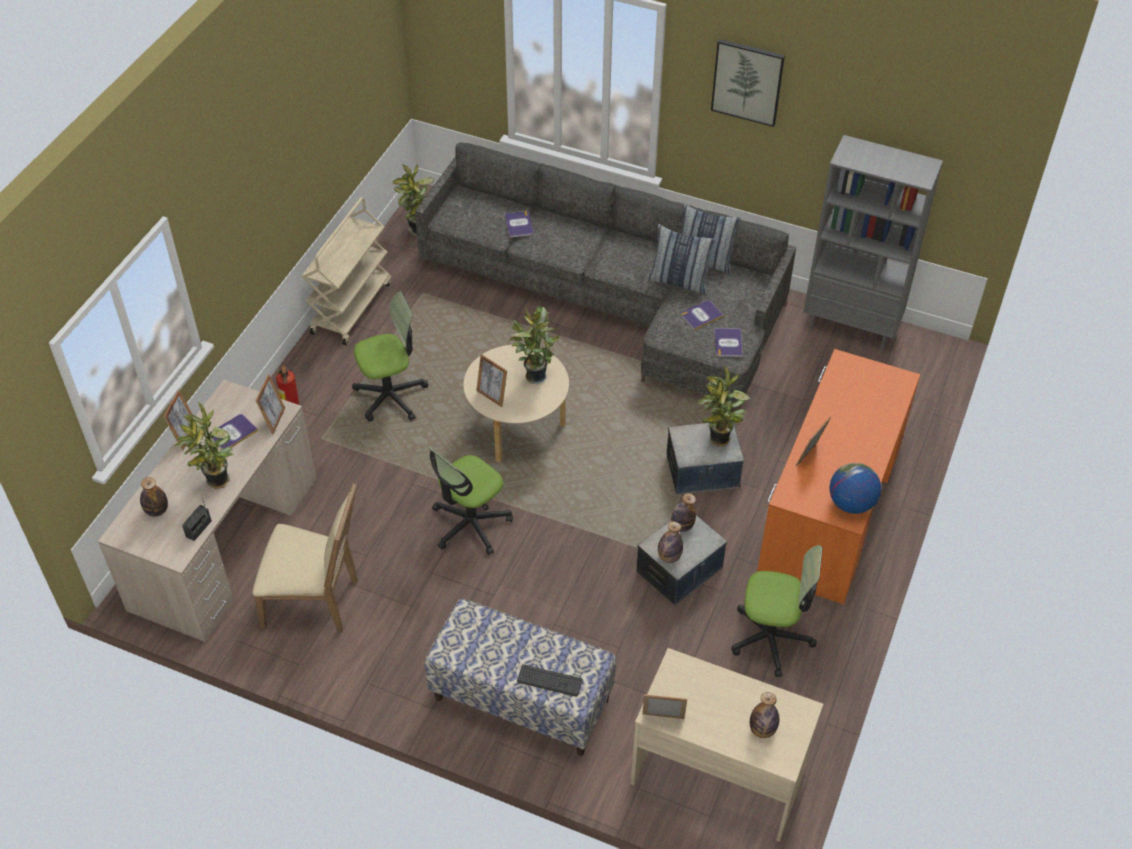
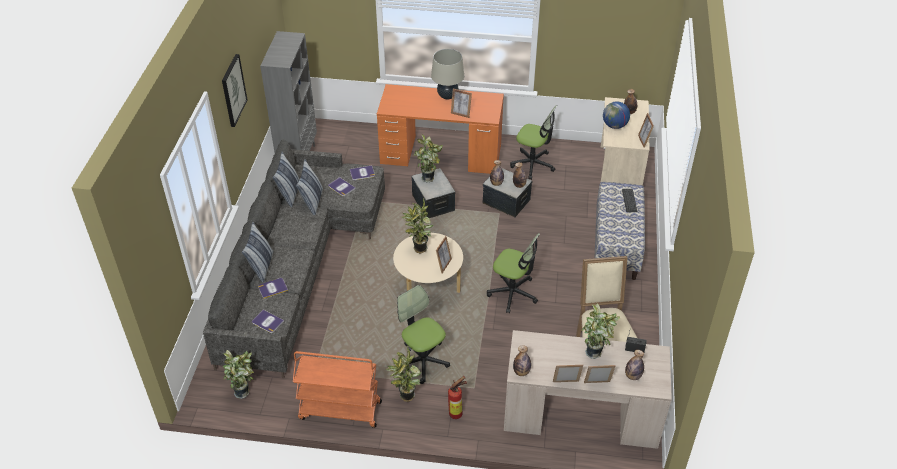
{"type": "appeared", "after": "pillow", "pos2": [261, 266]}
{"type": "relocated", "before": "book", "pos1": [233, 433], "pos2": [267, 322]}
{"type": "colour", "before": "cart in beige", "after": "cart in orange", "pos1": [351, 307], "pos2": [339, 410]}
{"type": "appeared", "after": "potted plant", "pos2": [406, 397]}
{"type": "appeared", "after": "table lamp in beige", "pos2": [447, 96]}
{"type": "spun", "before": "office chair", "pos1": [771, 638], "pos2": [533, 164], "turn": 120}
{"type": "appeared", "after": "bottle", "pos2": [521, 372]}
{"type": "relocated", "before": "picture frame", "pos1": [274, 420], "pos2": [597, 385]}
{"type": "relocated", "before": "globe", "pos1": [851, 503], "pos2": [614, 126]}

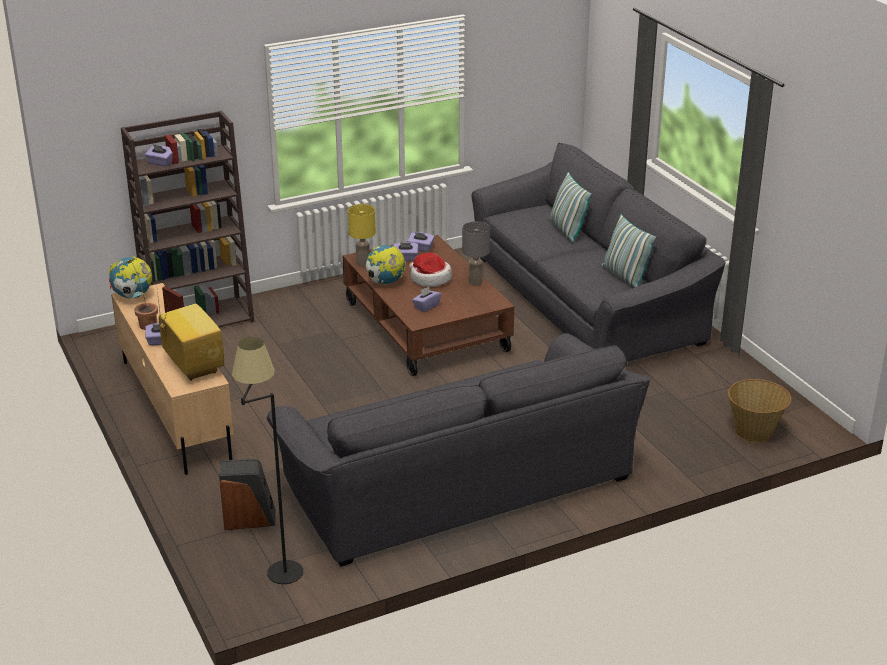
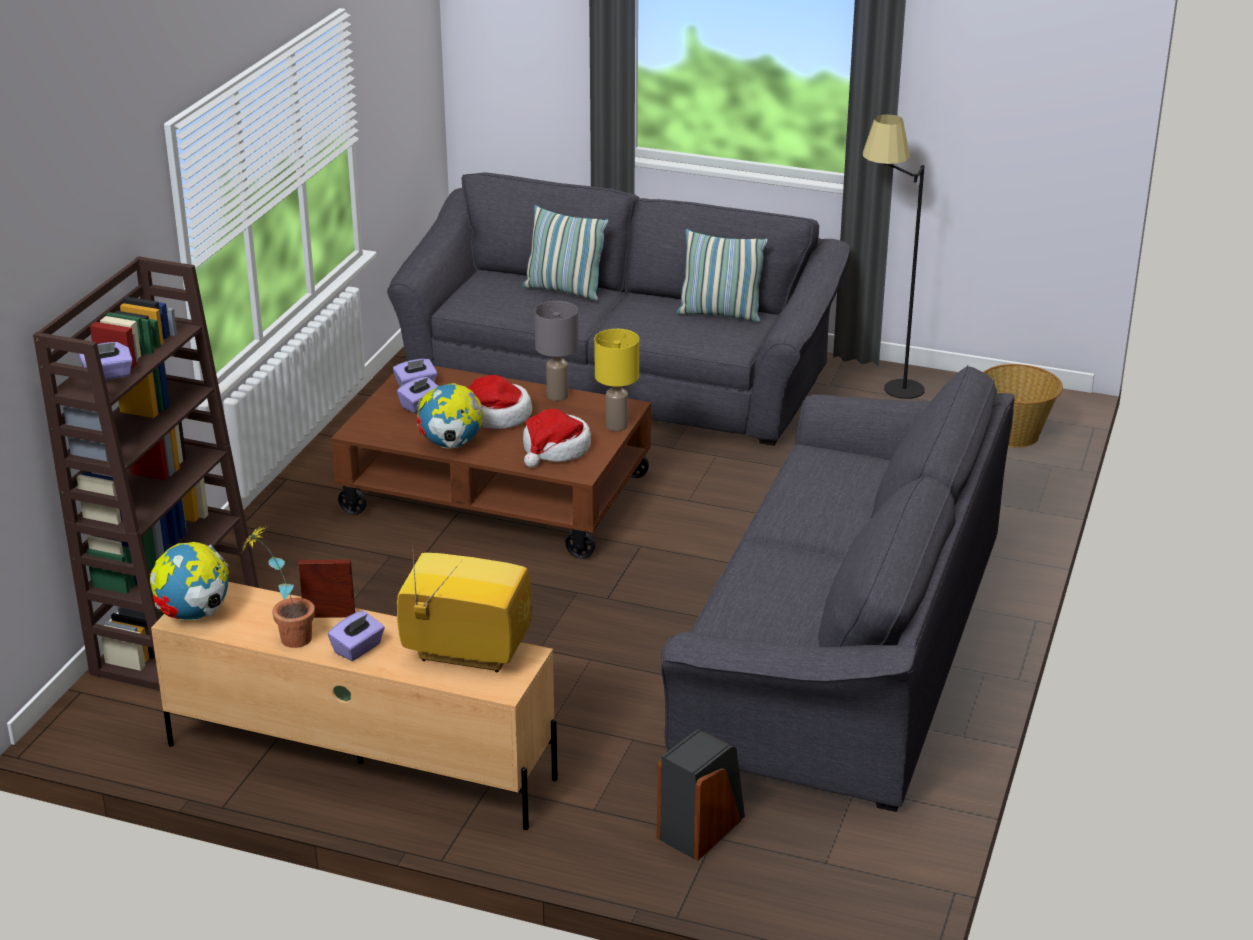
{"type": "exchanged", "before": "tissue box in purple", "after": "hat", "pos1": [426, 306], "pos2": [555, 449]}
{"type": "relocated", "before": "table lamp in yellow", "pos1": [363, 264], "pos2": [617, 426]}
{"type": "relocated", "before": "floor lamp in black", "pos1": [274, 564], "pos2": [885, 389]}

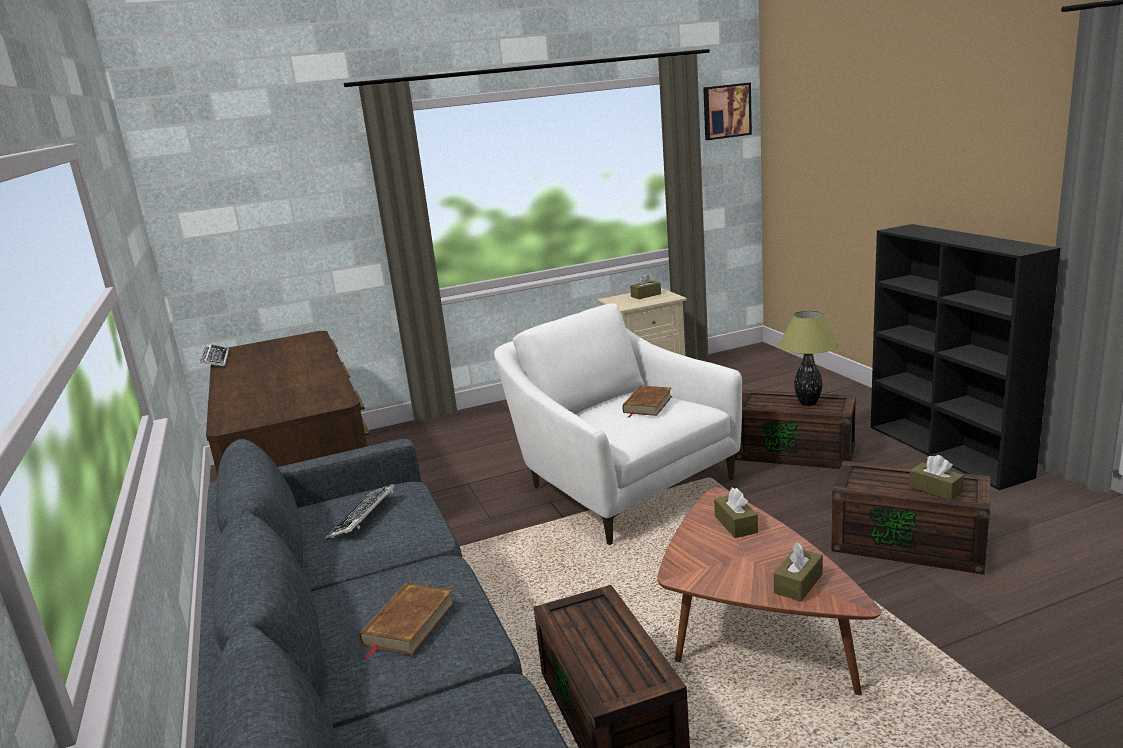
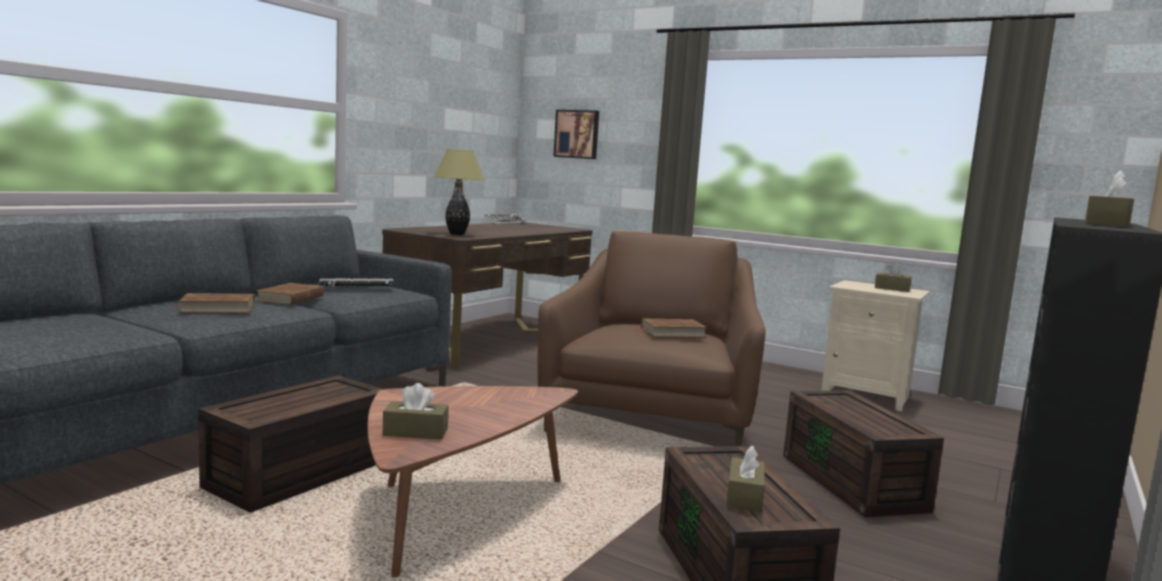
{"type": "appeared", "after": "book in brown", "pos2": [291, 298]}
{"type": "relocated", "before": "table lamp", "pos1": [808, 403], "pos2": [456, 234]}
{"type": "colour", "before": "armchair in white", "after": "armchair in brown", "pos1": [619, 485], "pos2": [652, 418]}
{"type": "relocated", "before": "picture", "pos1": [726, 111], "pos2": [577, 134]}
{"type": "relocated", "before": "tissue box in brown", "pos1": [735, 524], "pos2": [1107, 224]}

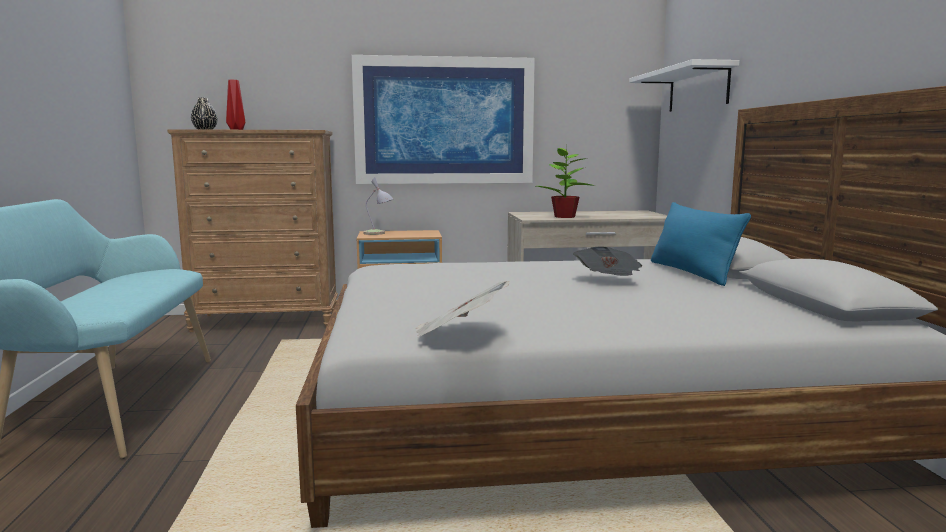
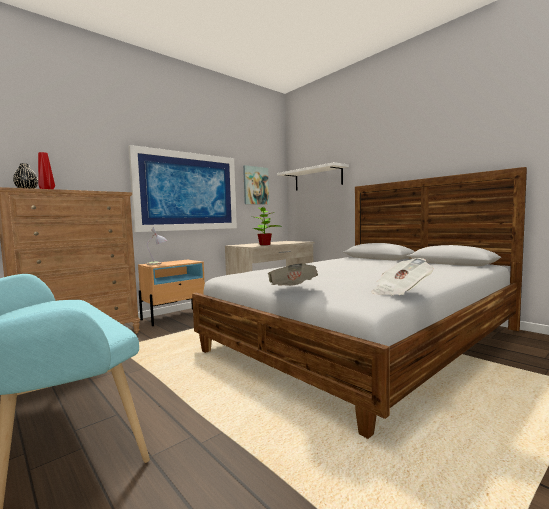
{"type": "appeared", "after": "picture", "pos2": [255, 185]}
{"type": "relocated", "before": "newspaper", "pos1": [608, 281], "pos2": [293, 290]}
{"type": "missing", "before": "pillow in blue", "pos1": [691, 272]}

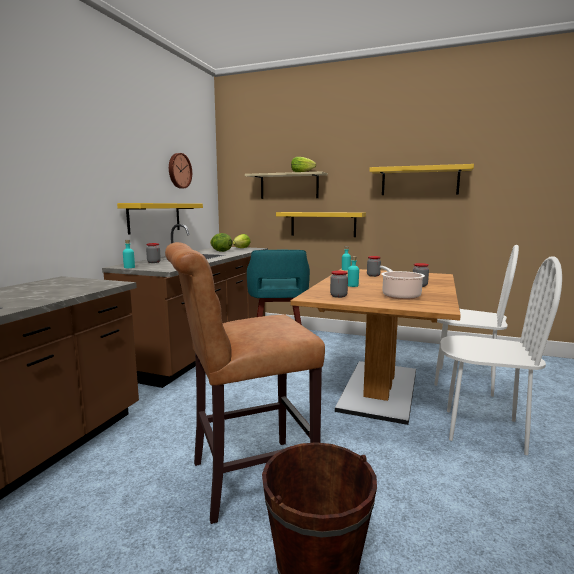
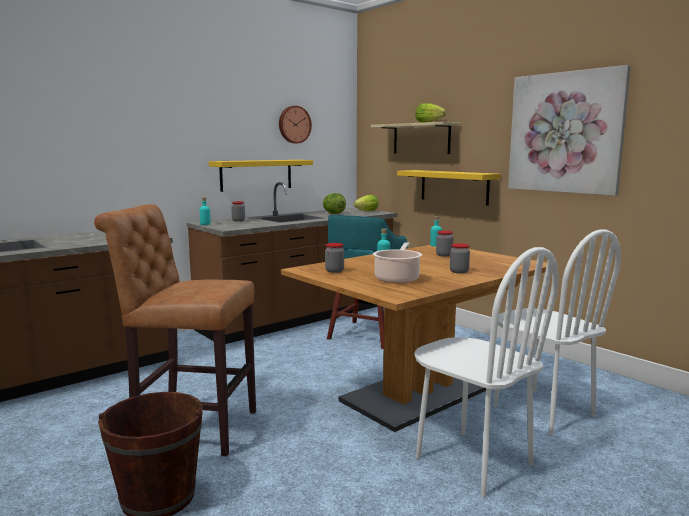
{"type": "exchanged", "before": "shelf in yellow", "after": "picture", "pos1": [419, 181], "pos2": [565, 133]}

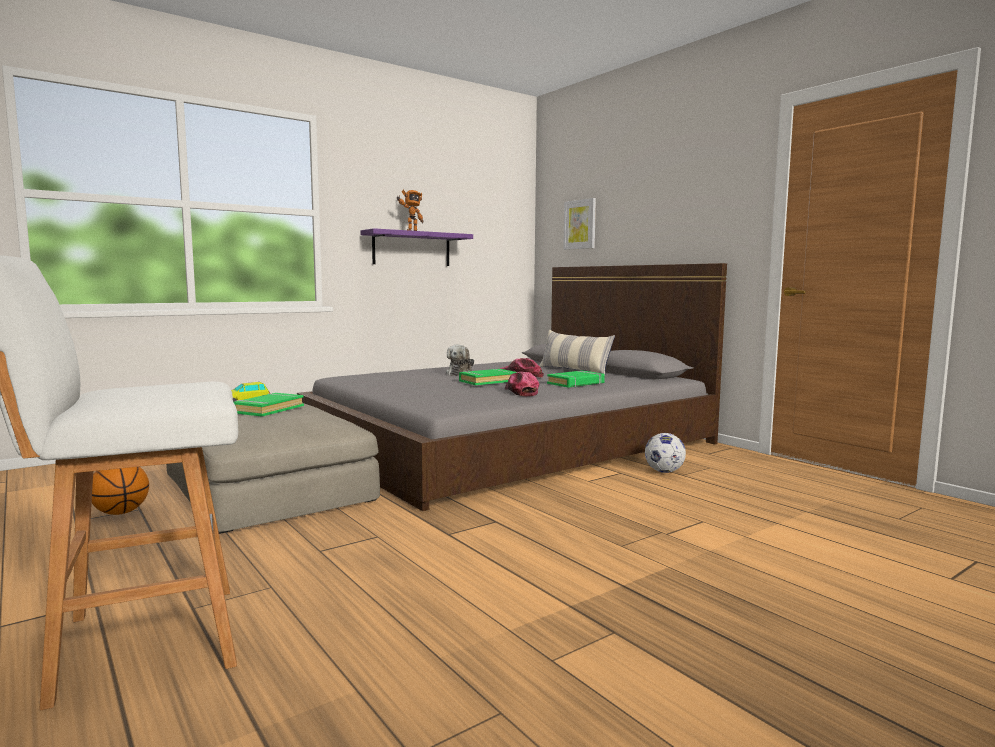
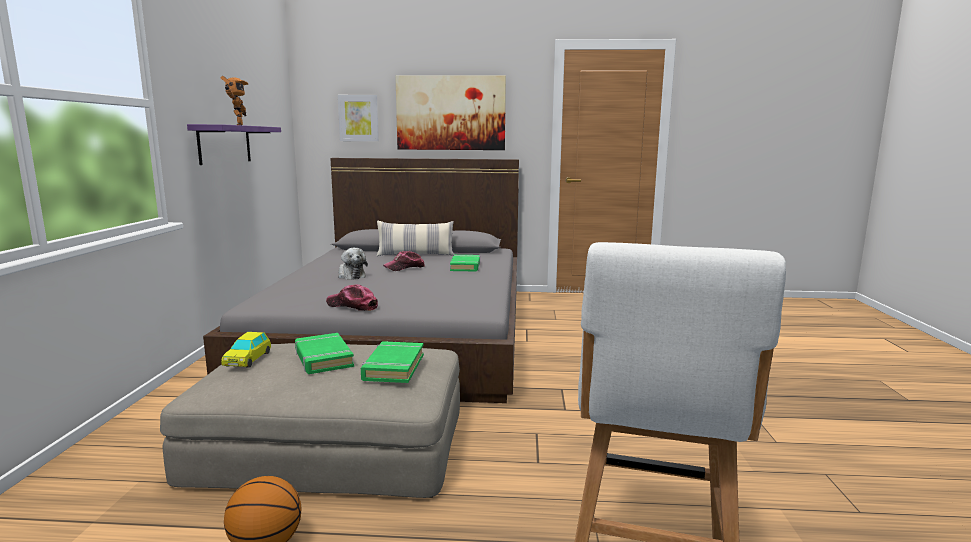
{"type": "relocated", "before": "cap", "pos1": [520, 391], "pos2": [352, 305]}
{"type": "relocated", "before": "book in green", "pos1": [487, 381], "pos2": [393, 367]}
{"type": "appeared", "after": "picture", "pos2": [451, 113]}
{"type": "missing", "before": "football", "pos1": [664, 471]}

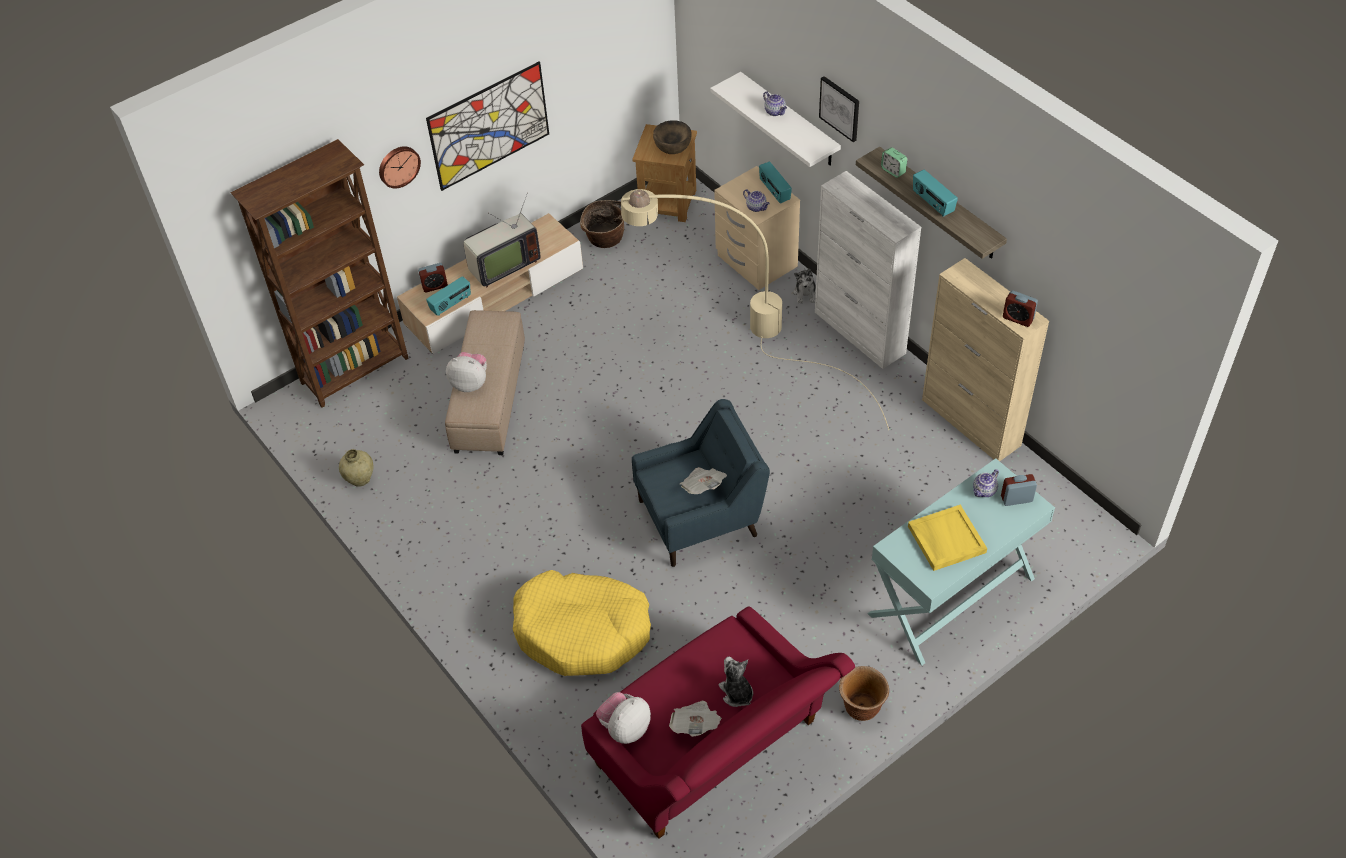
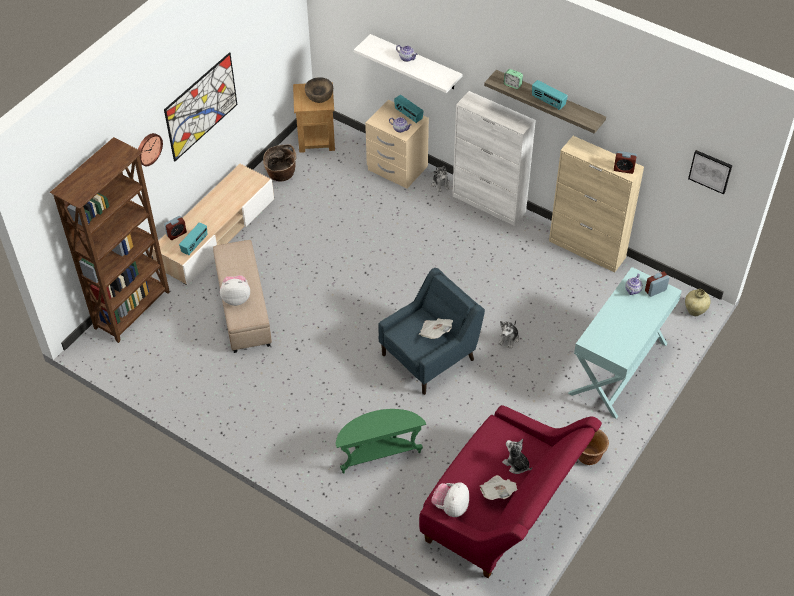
{"type": "exchanged", "before": "dog bed in yellow", "after": "side table in green", "pos1": [582, 631], "pos2": [379, 454]}
{"type": "appeared", "after": "plush toy", "pos2": [509, 339]}
{"type": "relocated", "before": "vase in beige", "pos1": [360, 479], "pos2": [694, 311]}
{"type": "relocated", "before": "picture", "pos1": [840, 108], "pos2": [710, 171]}
{"type": "missing", "before": "television", "pos1": [502, 266]}
{"type": "missing", "before": "floor lamp in beige", "pos1": [732, 345]}
{"type": "missing", "before": "tray in yellow", "pos1": [945, 539]}

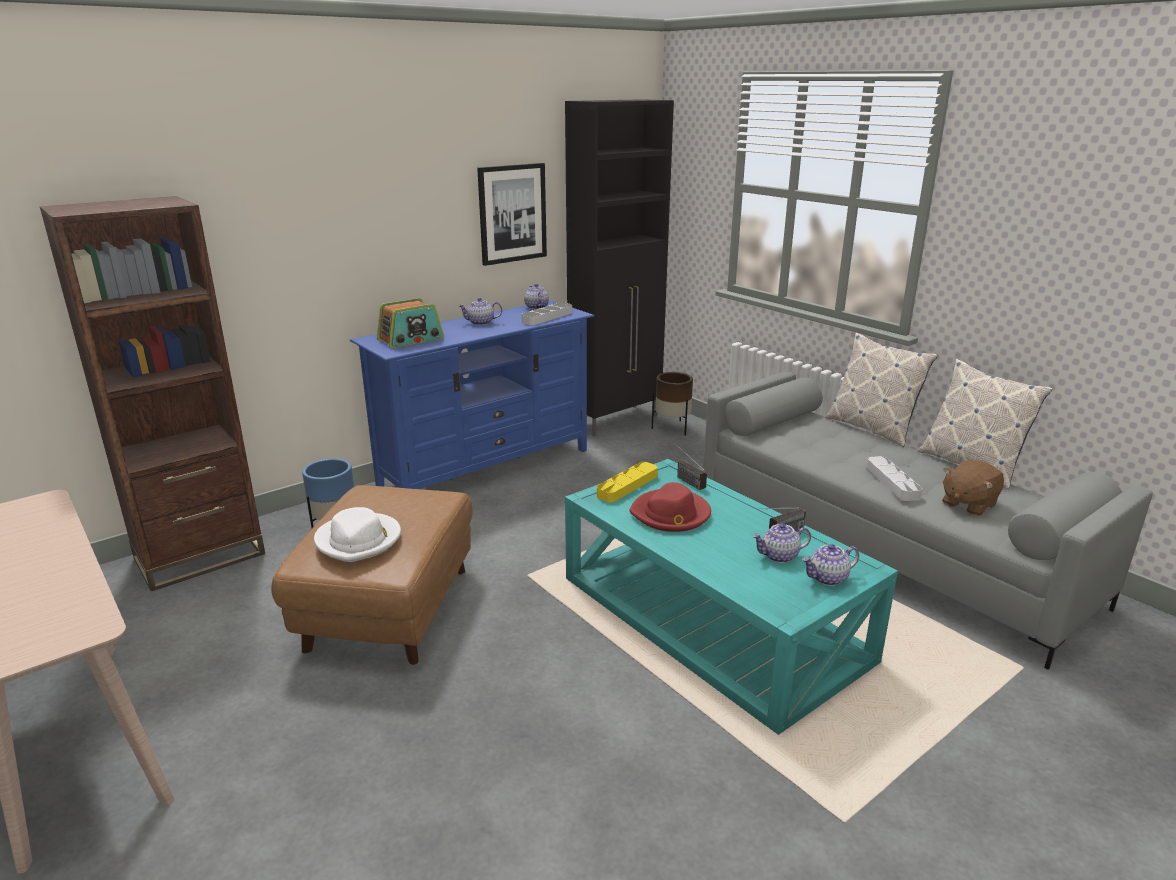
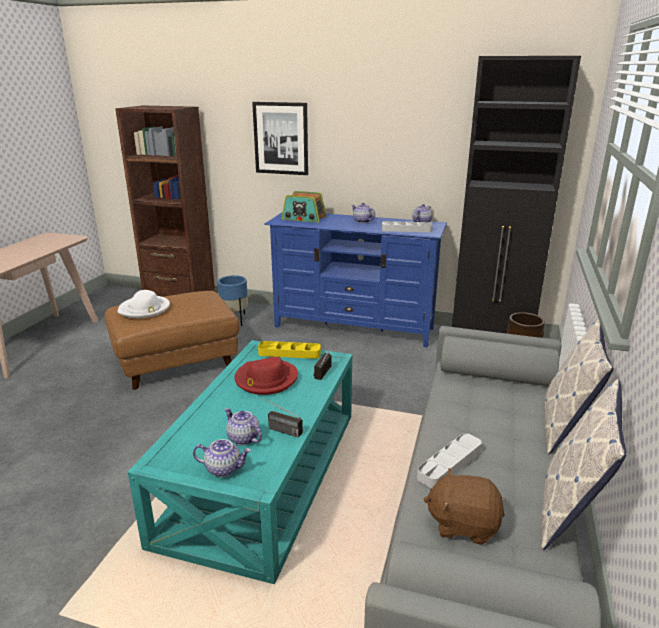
{"type": "spun", "before": "teapot", "pos1": [828, 578], "pos2": [224, 468], "turn": 150}
{"type": "relocated", "before": "picture", "pos1": [512, 213], "pos2": [281, 138]}

